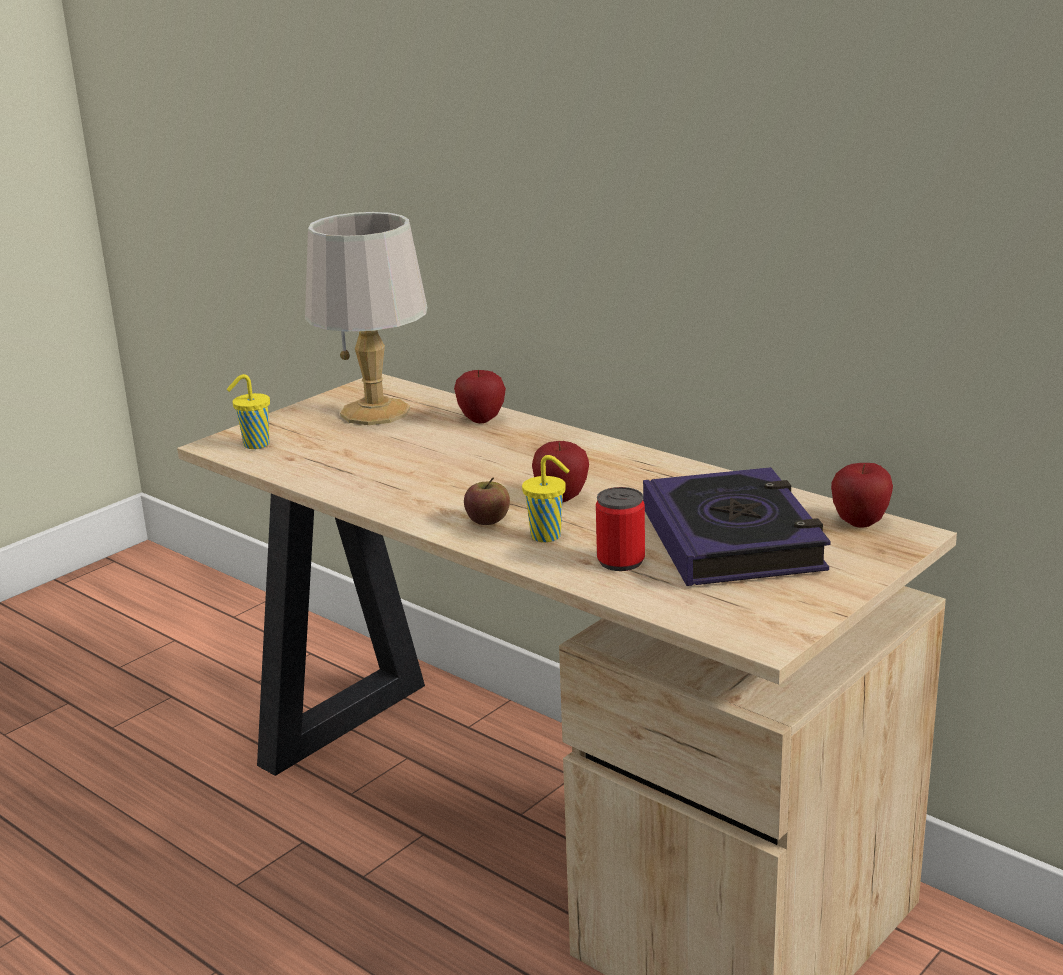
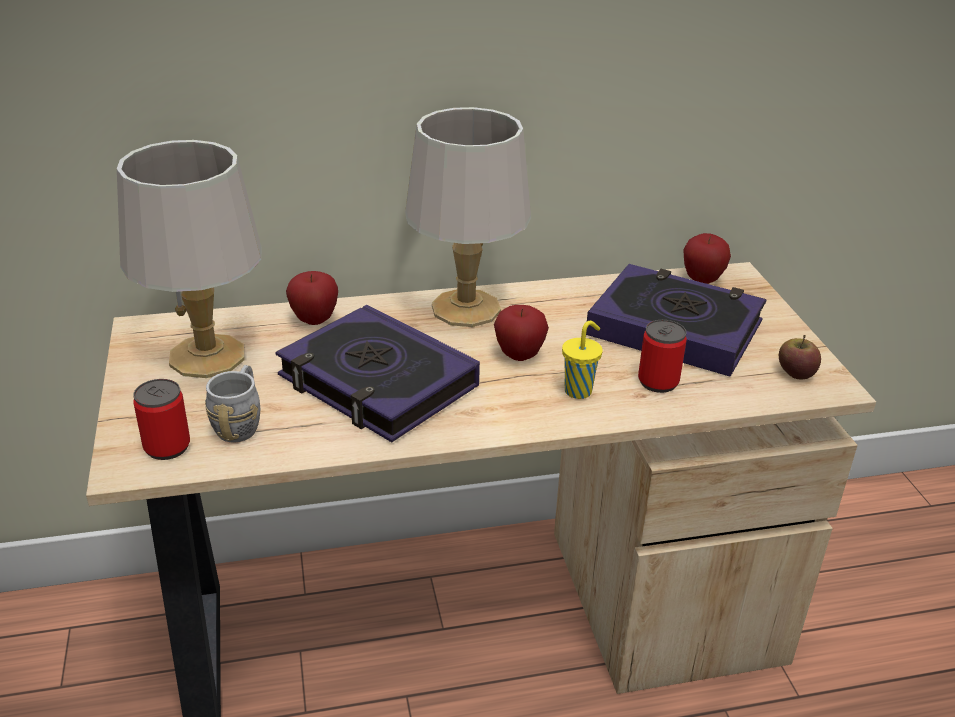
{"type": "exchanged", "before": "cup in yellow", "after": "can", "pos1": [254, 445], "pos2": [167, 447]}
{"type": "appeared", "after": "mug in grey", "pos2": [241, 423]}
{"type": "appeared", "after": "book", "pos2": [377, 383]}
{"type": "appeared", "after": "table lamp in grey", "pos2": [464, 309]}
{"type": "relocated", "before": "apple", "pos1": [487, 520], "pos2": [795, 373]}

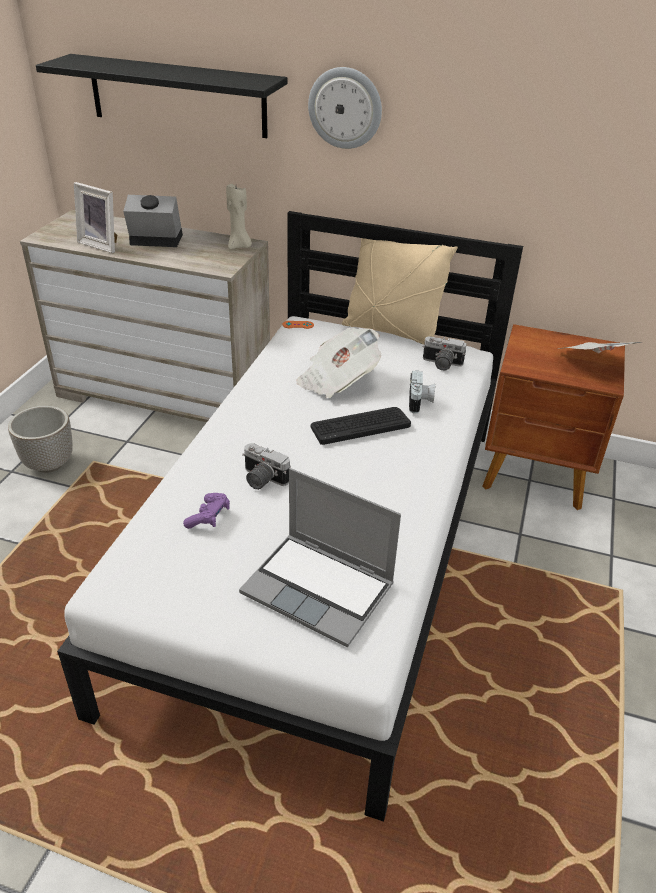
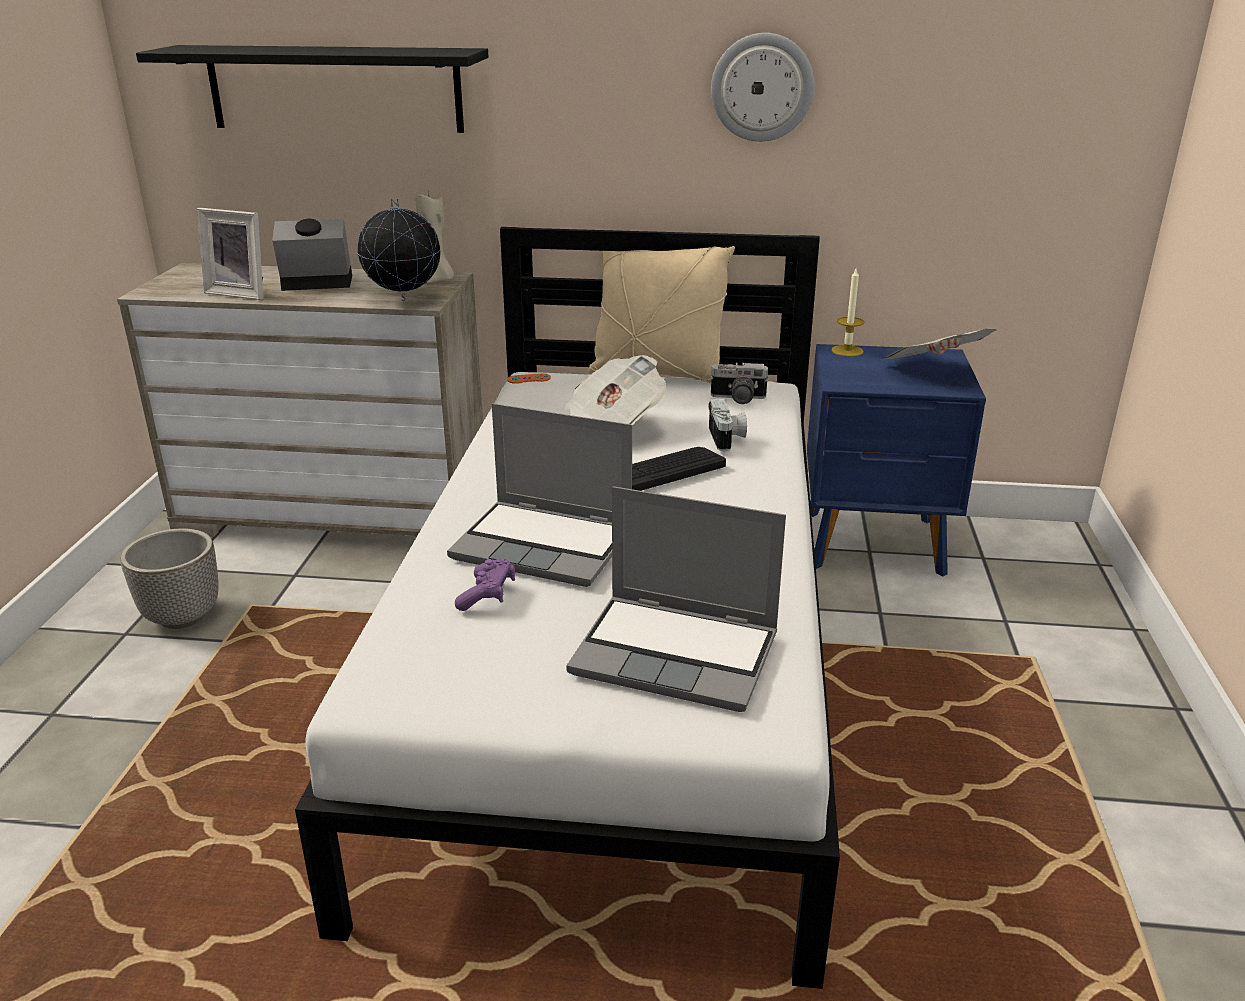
{"type": "appeared", "after": "globe", "pos2": [404, 301]}
{"type": "exchanged", "before": "photo camera", "after": "laptop", "pos1": [261, 479], "pos2": [546, 545]}
{"type": "relocated", "before": "wall clock", "pos1": [345, 108], "pos2": [762, 87]}
{"type": "colour", "before": "nightstand in brown", "after": "nightstand in blue", "pos1": [536, 475], "pos2": [876, 544]}
{"type": "appeared", "after": "candle", "pos2": [847, 351]}

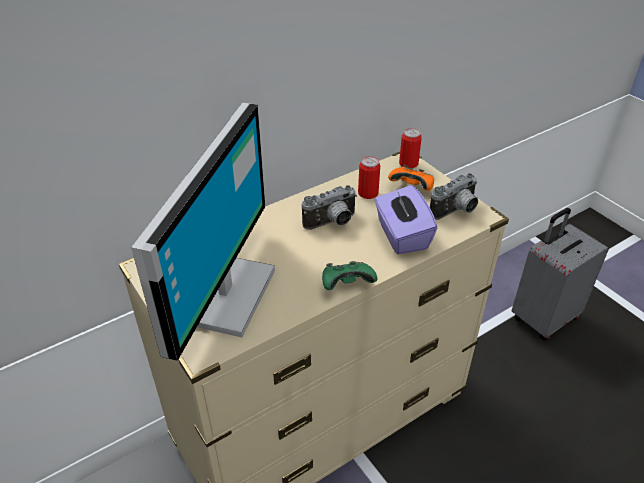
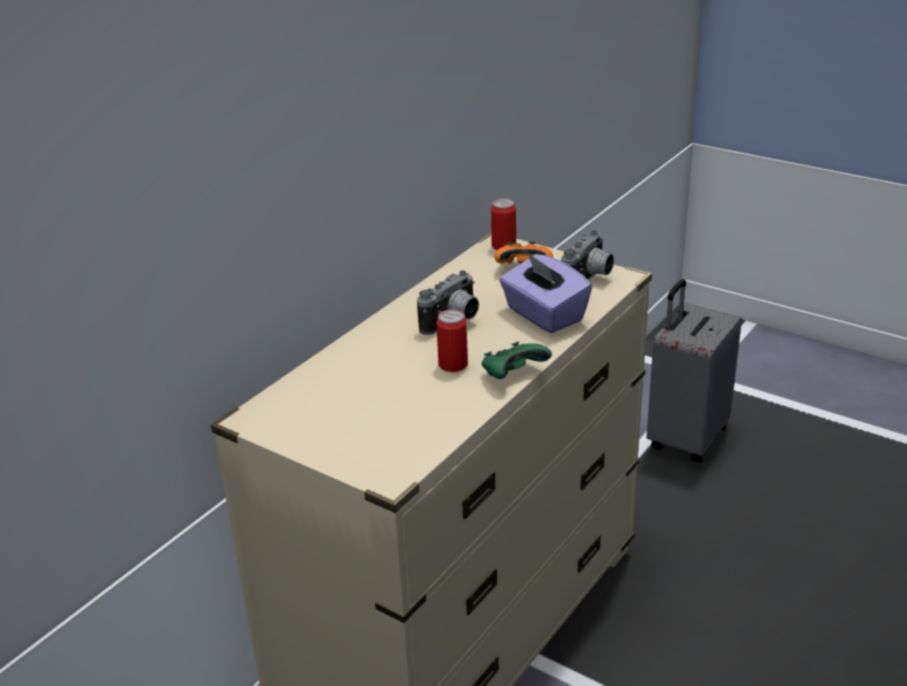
{"type": "relocated", "before": "can", "pos1": [368, 193], "pos2": [453, 364]}
{"type": "missing", "before": "monitor", "pos1": [221, 294]}

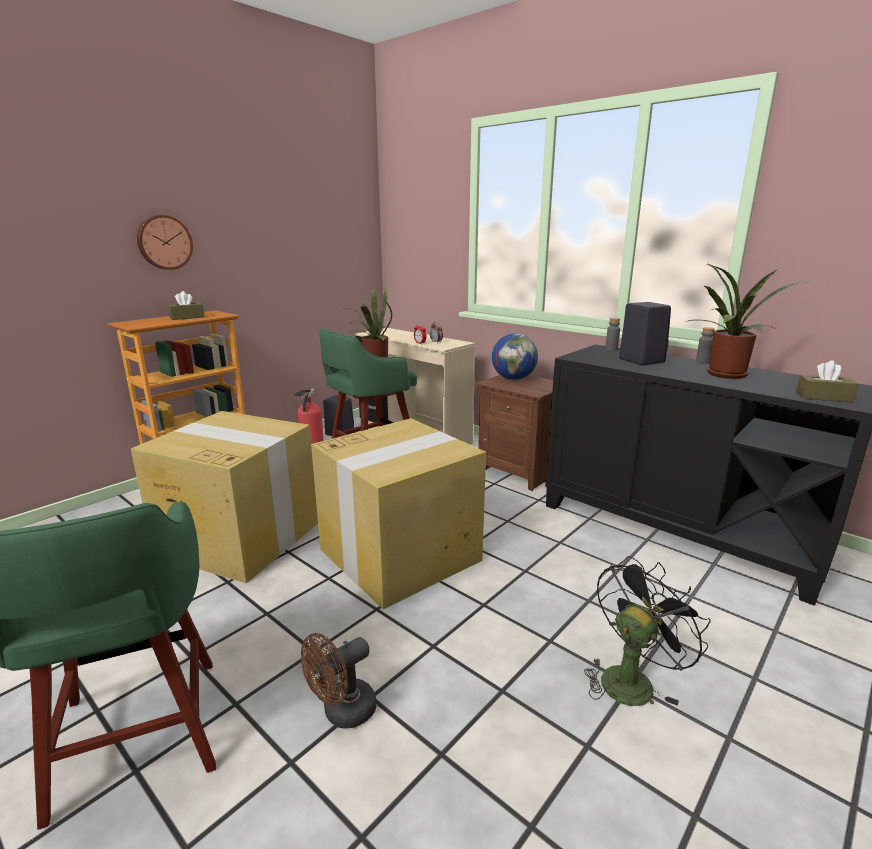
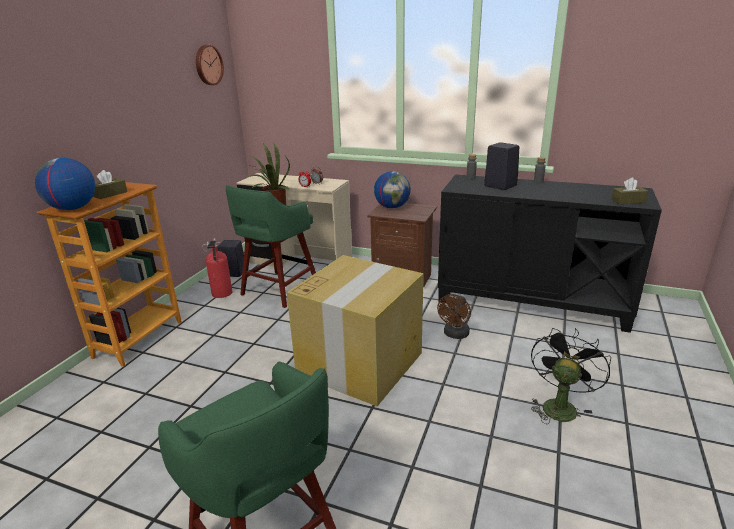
{"type": "appeared", "after": "globe", "pos2": [72, 208]}
{"type": "relocated", "before": "wall clock", "pos1": [164, 242], "pos2": [208, 65]}
{"type": "relocated", "before": "fan in brown", "pos1": [342, 713], "pos2": [455, 335]}
{"type": "missing", "before": "cardboard box", "pos1": [238, 538]}
{"type": "missing", "before": "potted plant", "pos1": [727, 375]}

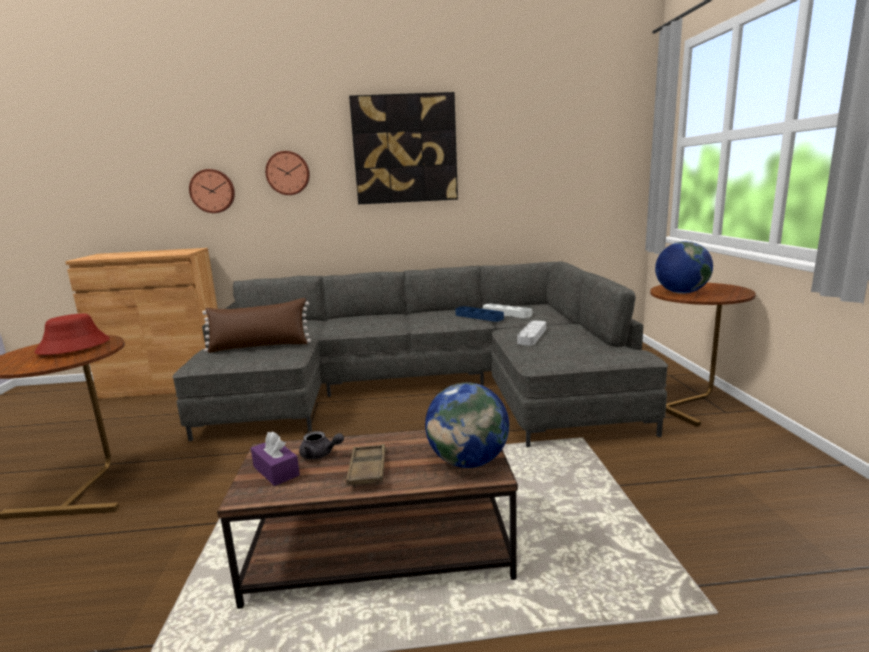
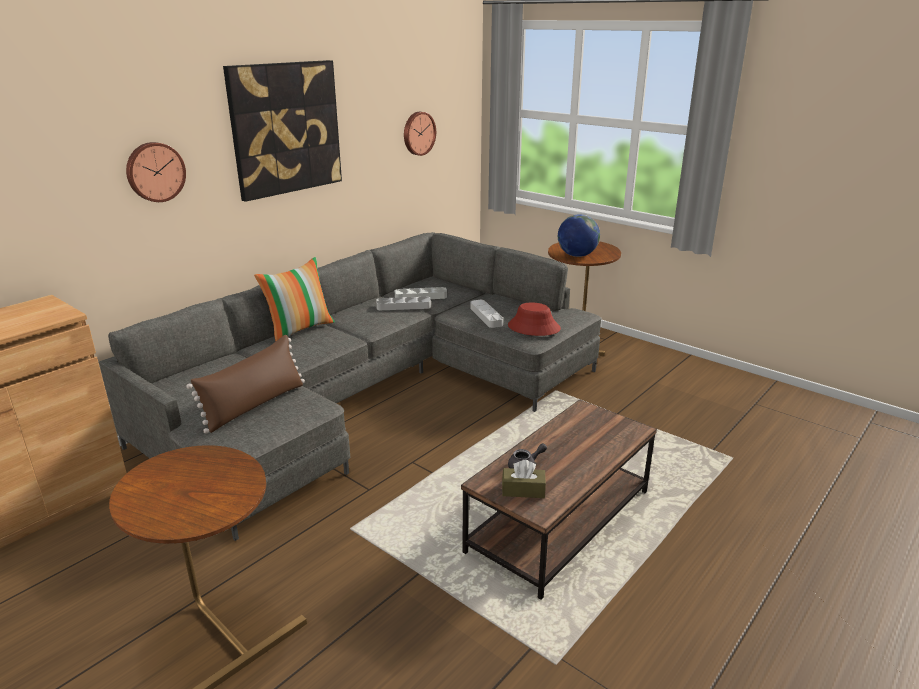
{"type": "appeared", "after": "pillow", "pos2": [300, 329]}
{"type": "colour", "before": "tray in blue", "after": "tray in grey", "pos1": [479, 317], "pos2": [403, 306]}
{"type": "relocated", "before": "wall clock", "pos1": [213, 191], "pos2": [418, 133]}
{"type": "colour", "before": "tissue box in purple", "after": "tissue box in brown", "pos1": [276, 471], "pos2": [523, 490]}
{"type": "relocated", "before": "hat in red", "pos1": [73, 346], "pos2": [533, 327]}
{"type": "missing", "before": "tray in brown", "pos1": [367, 469]}
{"type": "missing", "before": "globe", "pos1": [468, 461]}

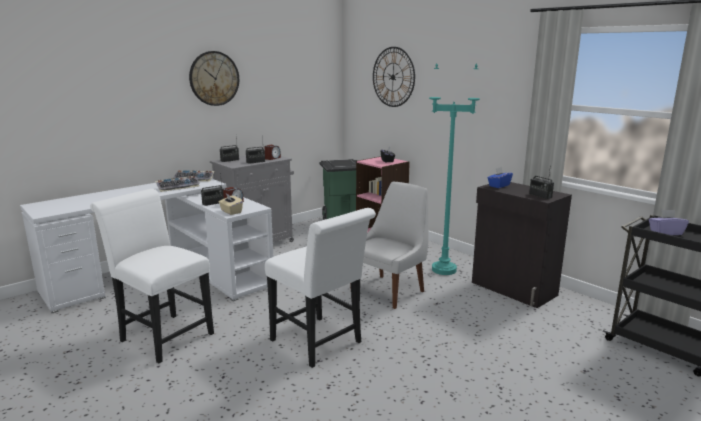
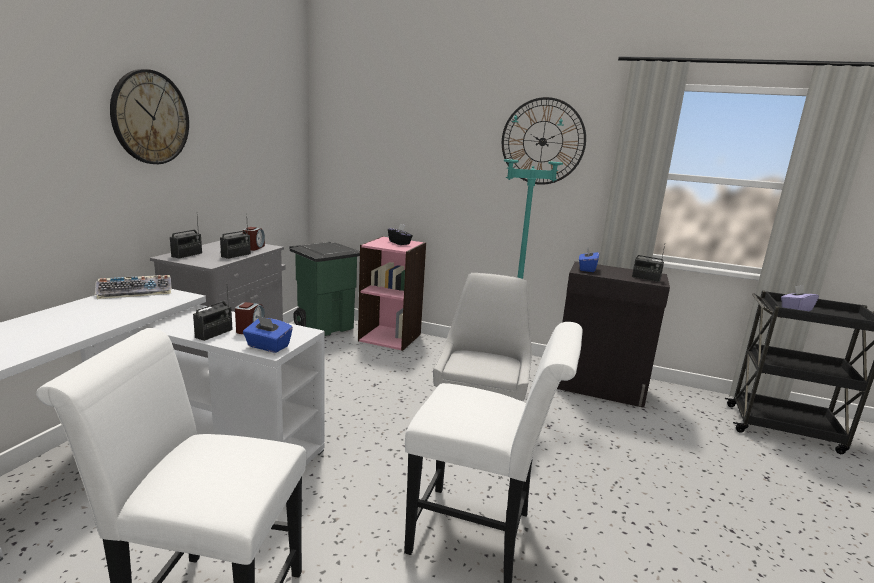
{"type": "colour", "before": "tissue box in beige", "after": "tissue box in blue", "pos1": [231, 212], "pos2": [268, 346]}
{"type": "relocated", "before": "wall clock", "pos1": [393, 77], "pos2": [542, 141]}
{"type": "missing", "before": "keyboard", "pos1": [178, 187]}

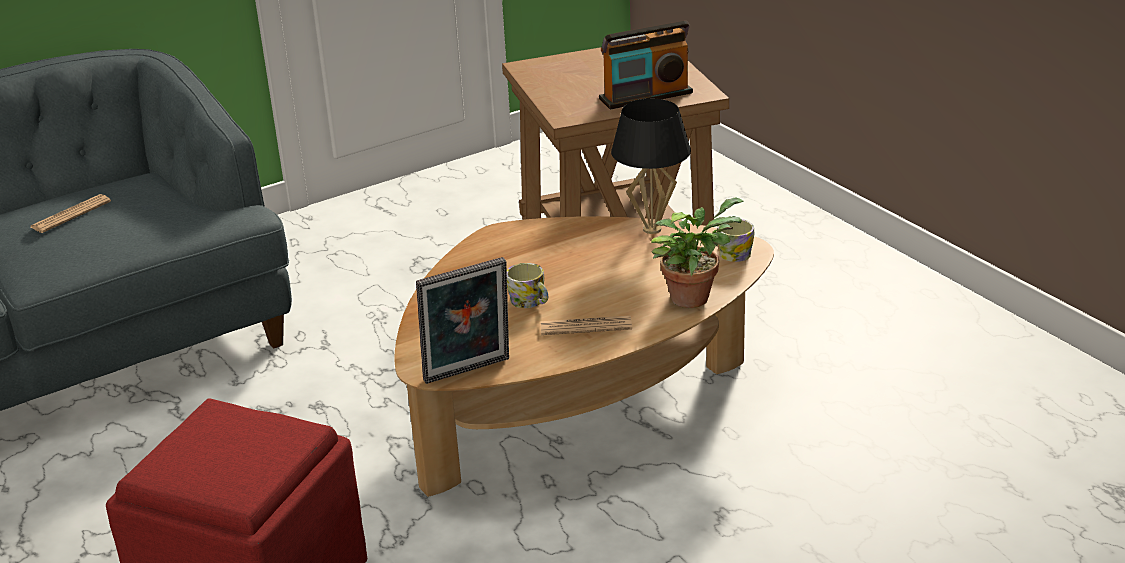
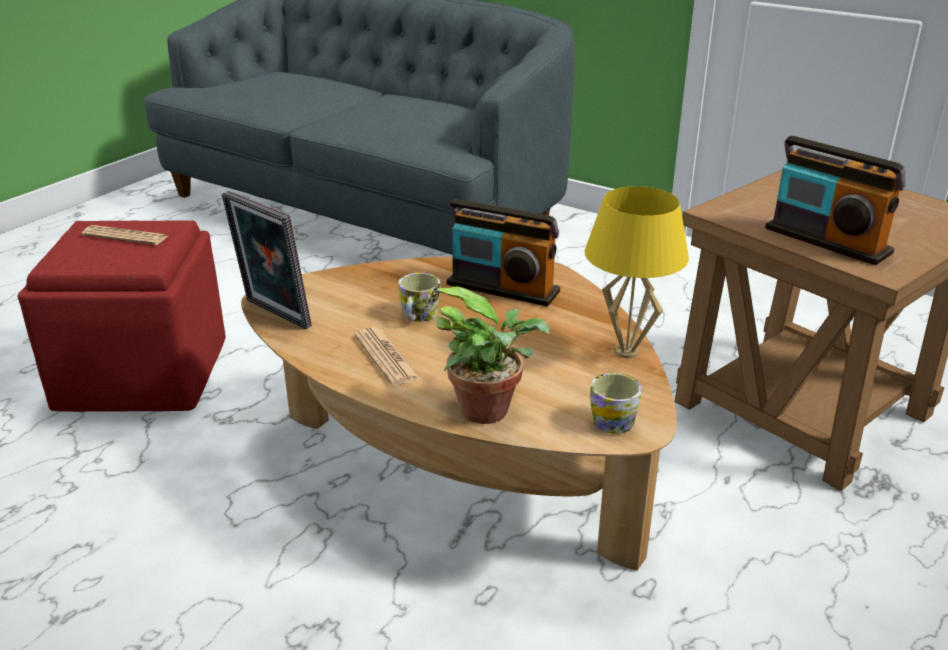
{"type": "relocated", "before": "newspaper", "pos1": [71, 215], "pos2": [125, 236]}
{"type": "appeared", "after": "radio", "pos2": [502, 288]}
{"type": "colour", "before": "table lamp in black", "after": "table lamp in yellow", "pos1": [651, 229], "pos2": [626, 351]}

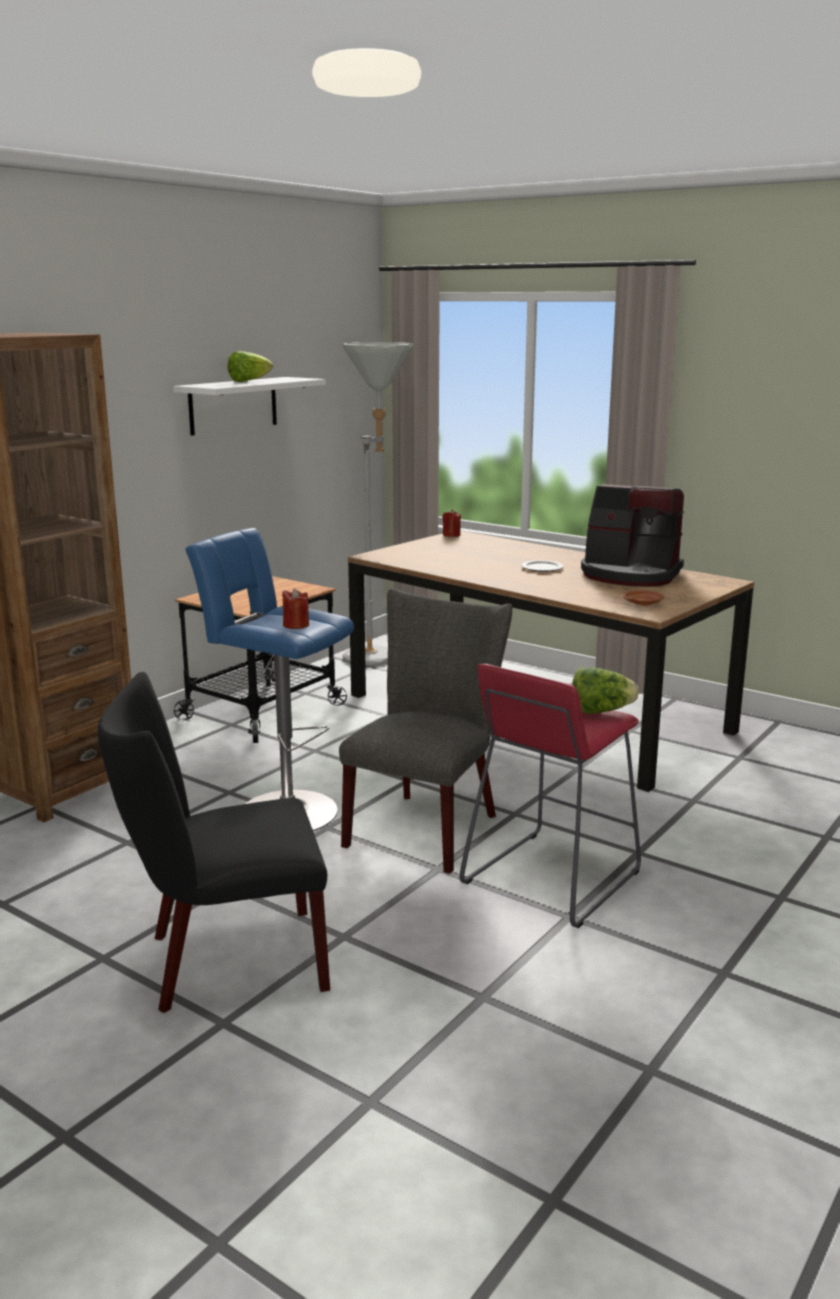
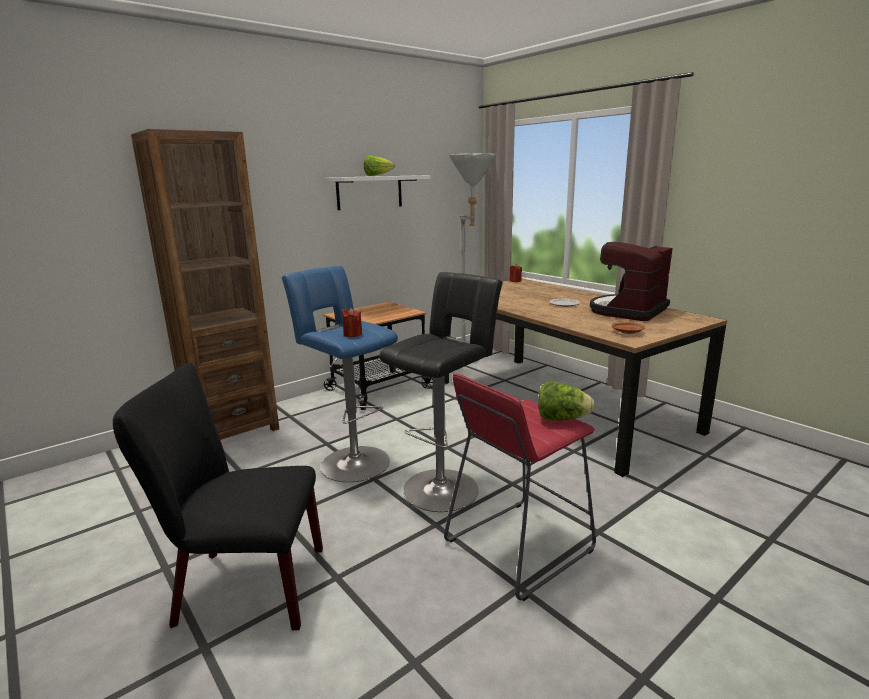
{"type": "exchanged", "before": "chair in grey", "after": "stool in black", "pos1": [427, 826], "pos2": [444, 486]}
{"type": "spun", "before": "coffee machine", "pos1": [630, 575], "pos2": [628, 311], "turn": 90}

